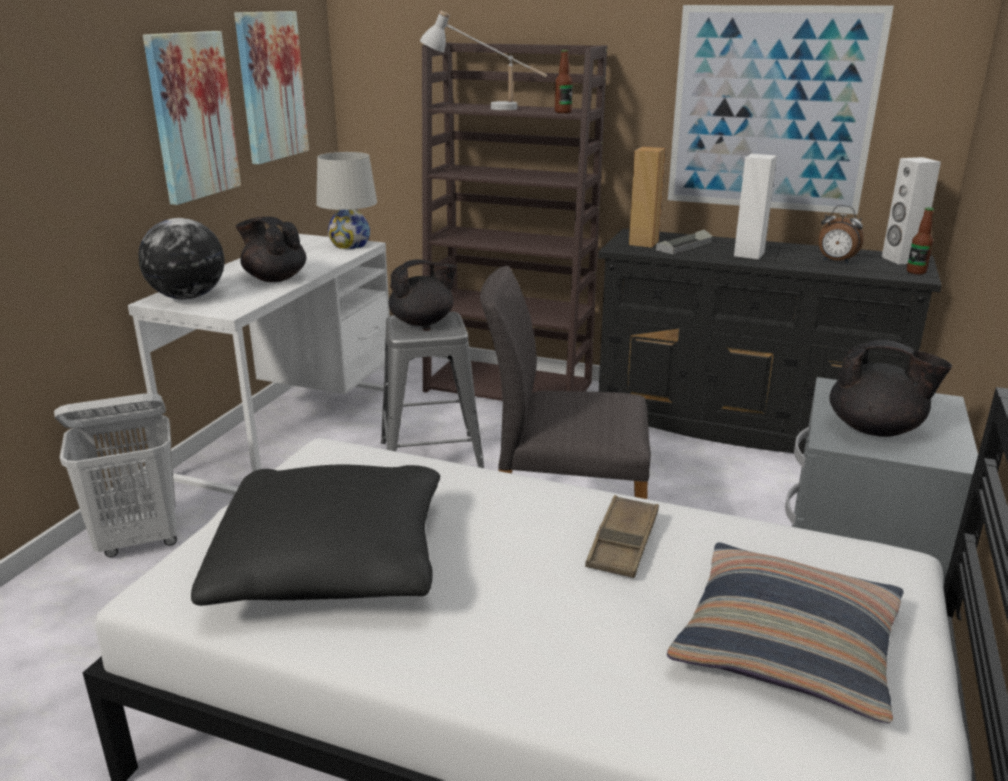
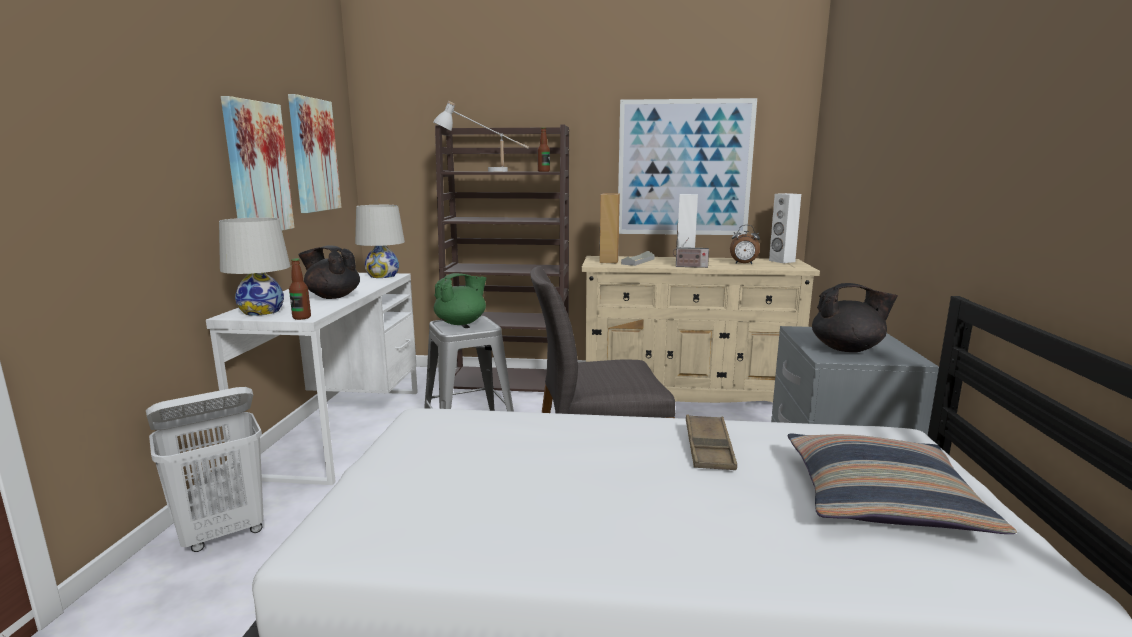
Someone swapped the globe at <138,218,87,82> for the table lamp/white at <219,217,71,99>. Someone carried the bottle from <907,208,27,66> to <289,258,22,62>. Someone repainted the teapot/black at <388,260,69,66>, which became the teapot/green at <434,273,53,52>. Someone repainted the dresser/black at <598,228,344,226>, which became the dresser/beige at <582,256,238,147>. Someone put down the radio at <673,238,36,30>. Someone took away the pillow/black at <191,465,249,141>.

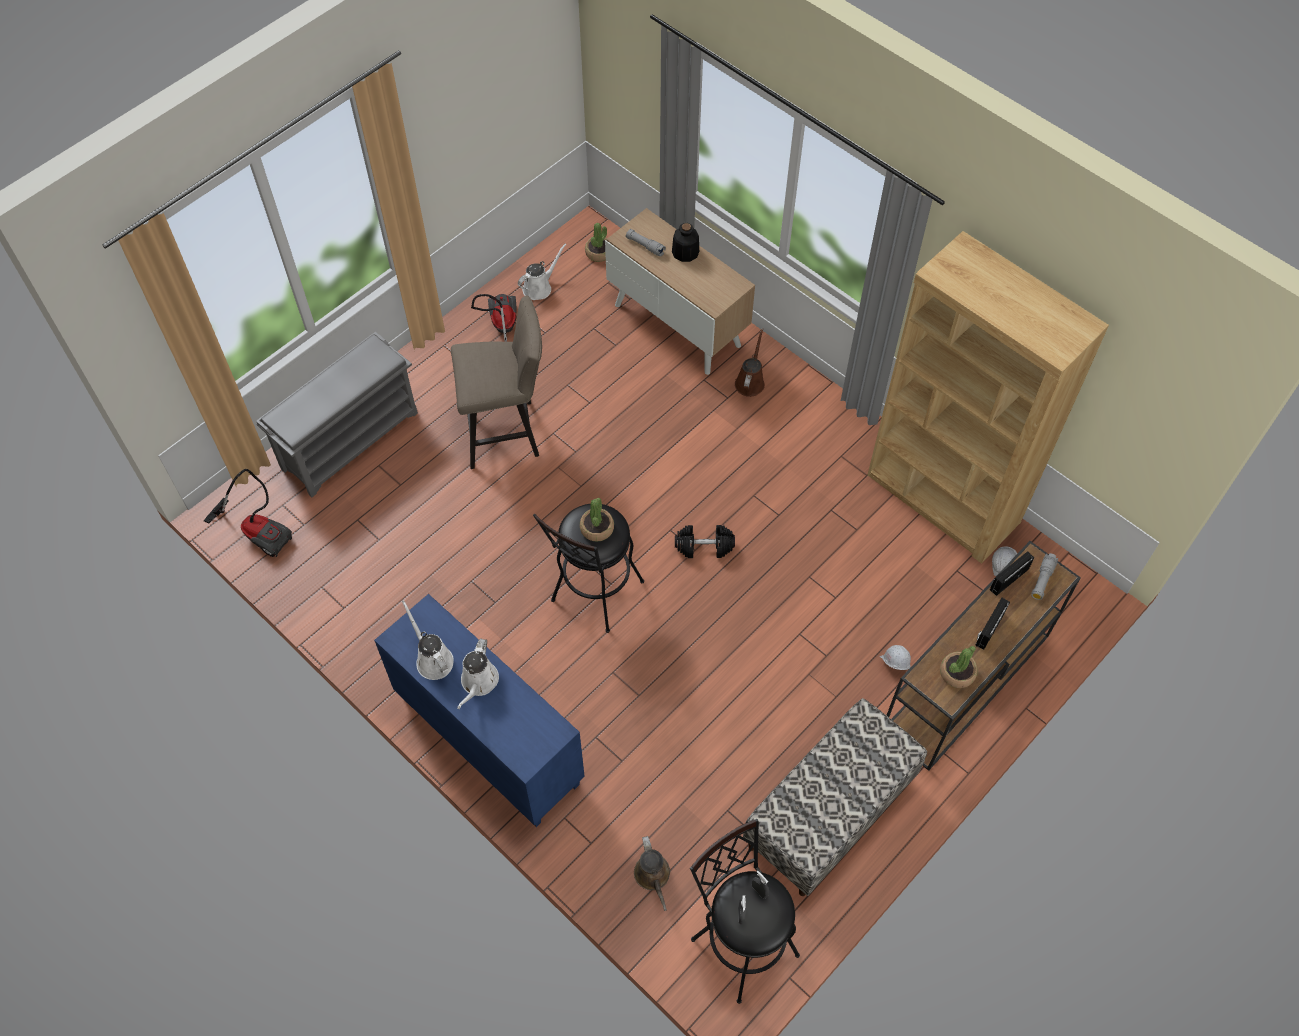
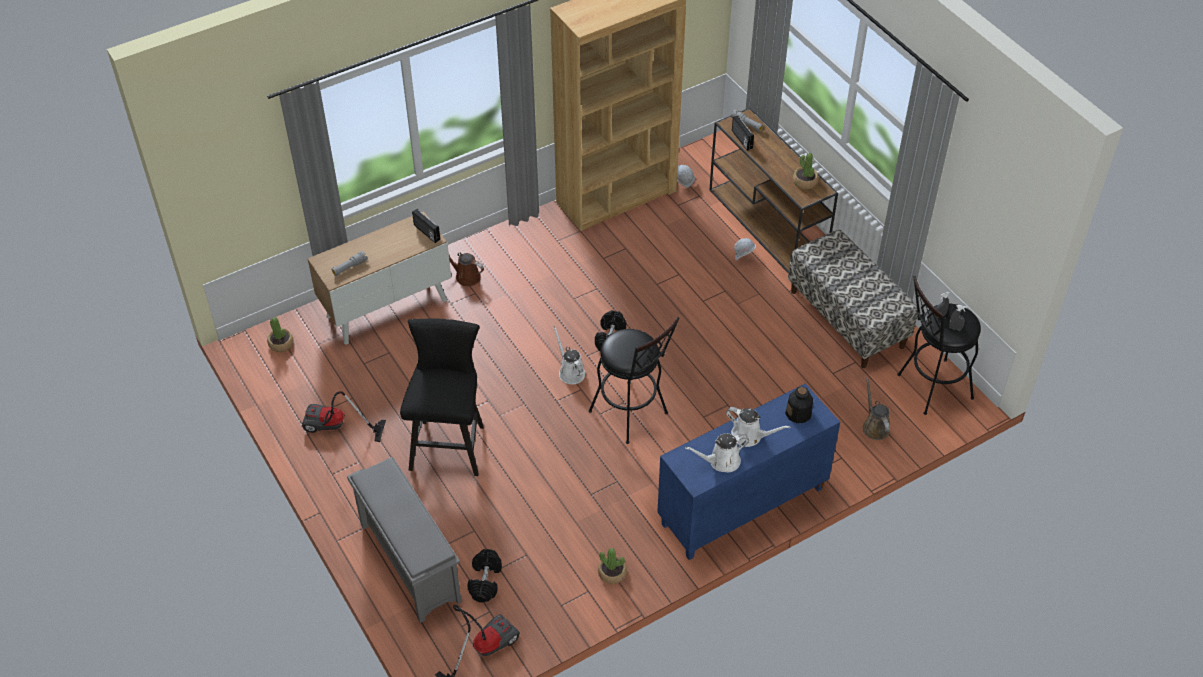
Someone repainted the stool/beige at <451,295,91,174>, which became the stool/black at <400,318,84,158>. Someone carried the radio from <975,598,35,52> to <412,209,28,34>. Someone put down the dumbbell/black at <467,549,35,54>. Someone carried the watering can/white from <518,243,49,57> to <554,326,31,58>. Someone carried the potted plant from <580,498,34,44> to <598,548,29,36>. Someone carried the bottle from <672,223,27,39> to <785,387,28,36>. Someone rotated the watering can/brown at <634,836,36,75> by 105 degrees counterclockwise.

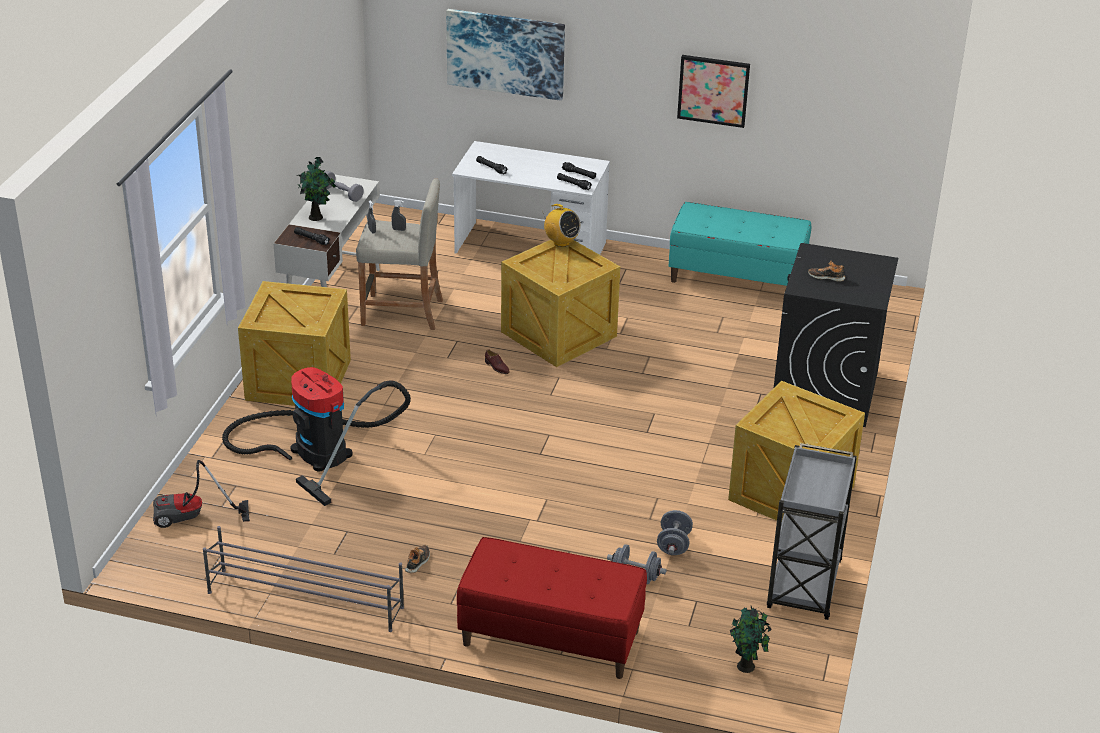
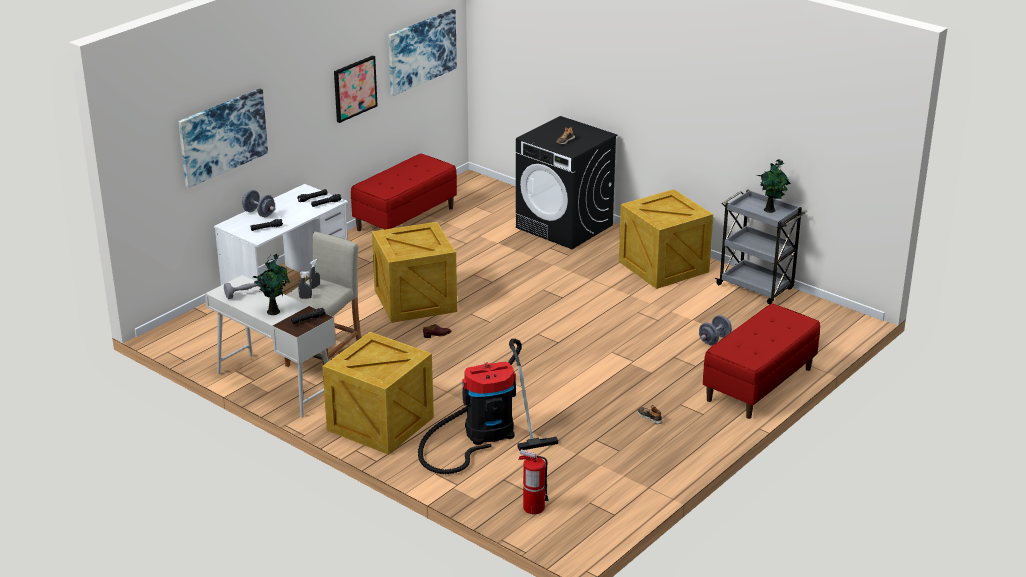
Someone carried the dumbbell/grey from <657,510,36,45> to <242,190,33,27>. Someone repainted the bench/turquoise at <669,202,142,84>, which became the bench/red at <351,154,106,77>. Someone put up the picture at <388,9,69,87>. Someone swapped the vacuum cleaner at <153,460,97,68> for the fire extinguisher at <518,449,31,65>. Someone carried the potted plant from <730,606,41,67> to <756,160,35,53>. Someone took away the shoe rack/grey at <203,526,201,106>. Someone took away the radio at <542,204,39,43>.

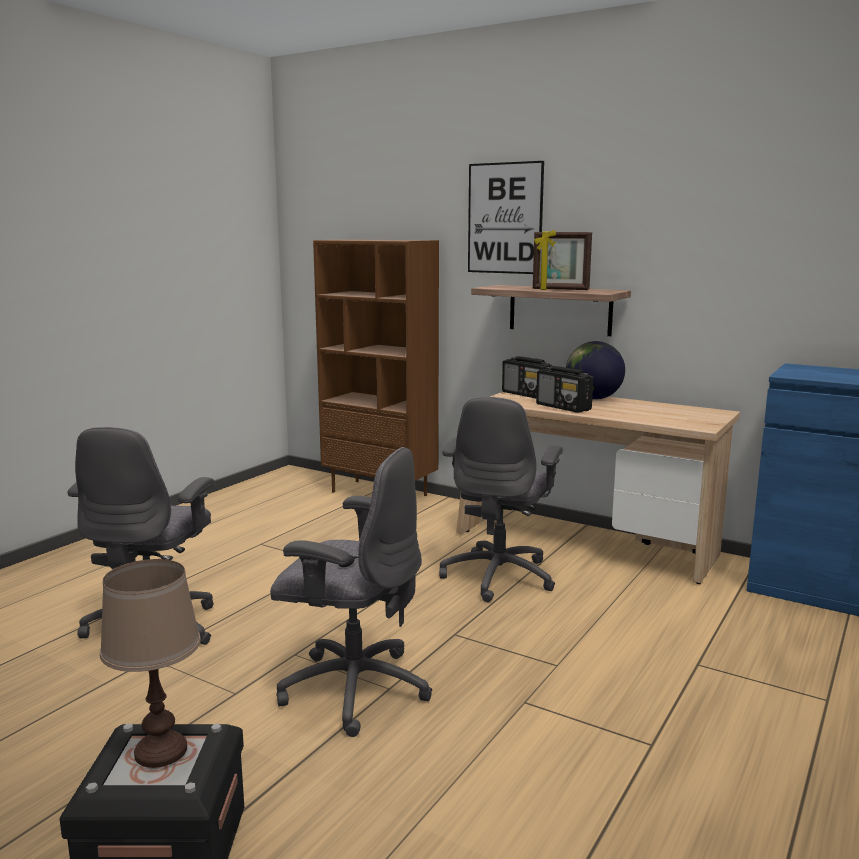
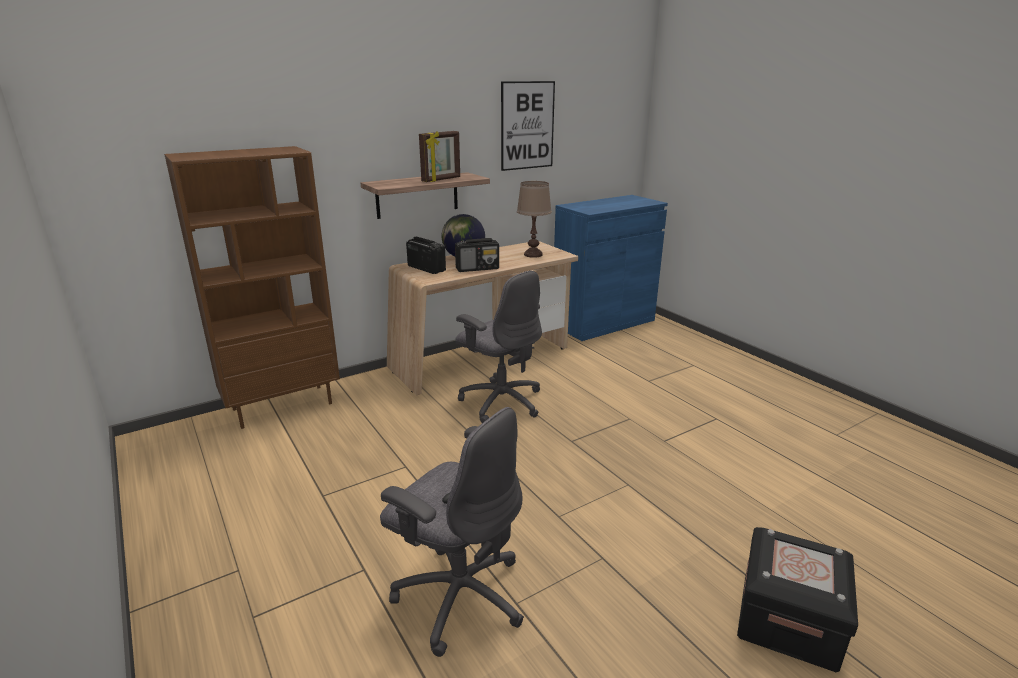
Someone rotated the radio at <502,356,51,42> by 120 degrees counterclockwise. Someone carried the picture from <468,161,76,113> to <501,81,54,90>. Someone carried the table lamp/brown from <100,559,101,209> to <517,181,35,77>. Someone took away the office chair/grey at <270,447,162,290>.

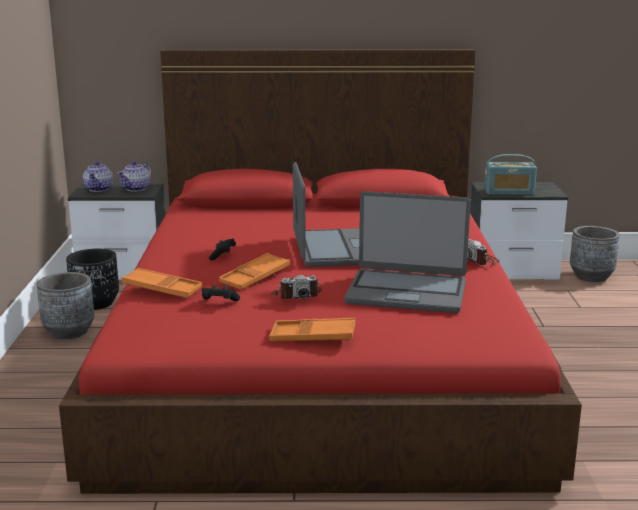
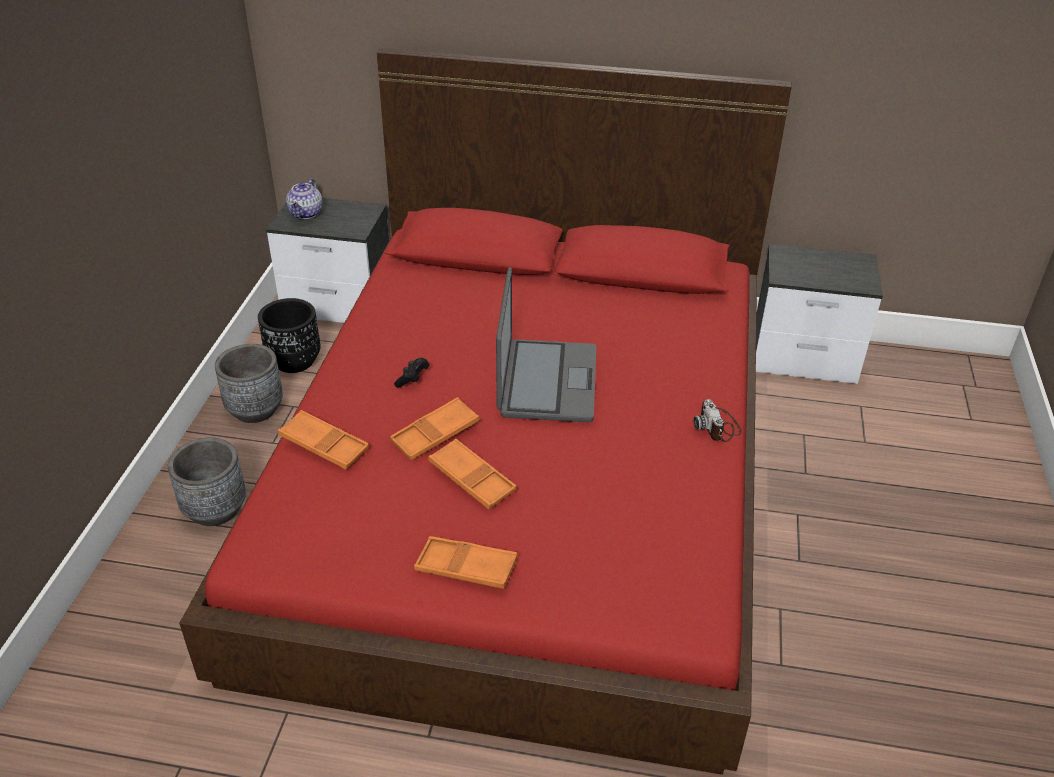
Someone carried the planter/grey from <570,226,50,56> to <168,437,78,89>. Someone swapped the photo camera at <271,275,51,24> for the tray/orange at <428,439,89,71>. Someone took away the teapot at <117,161,35,31>. Someone took away the game controller/black at <202,285,38,16>. Someone took away the laptop at <344,191,127,122>. Someone took away the radio at <485,154,52,41>.

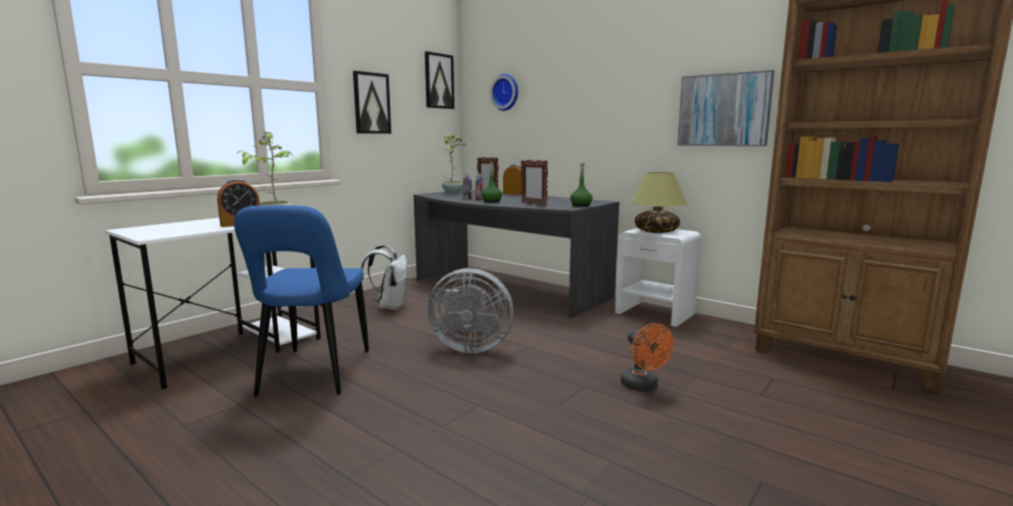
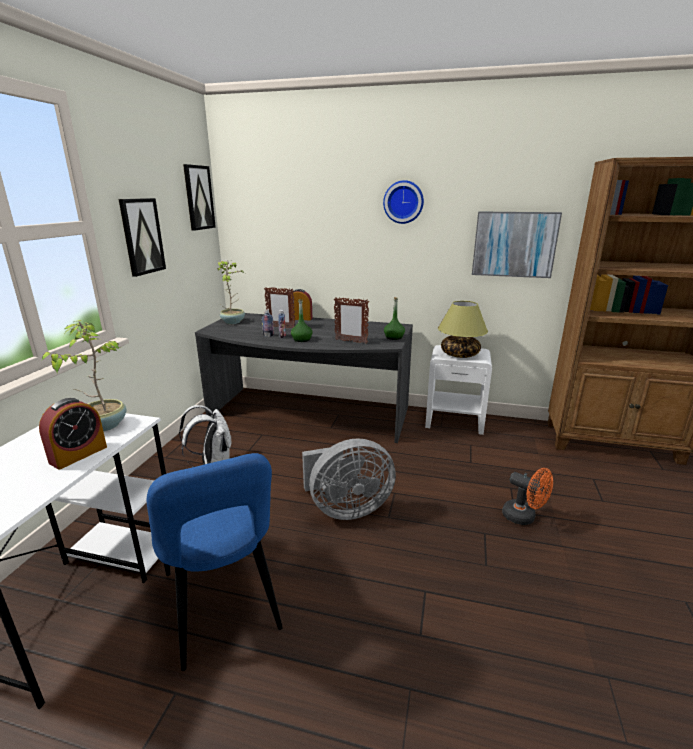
Someone carried the wall clock from <490,74,28,37> to <383,180,41,44>.

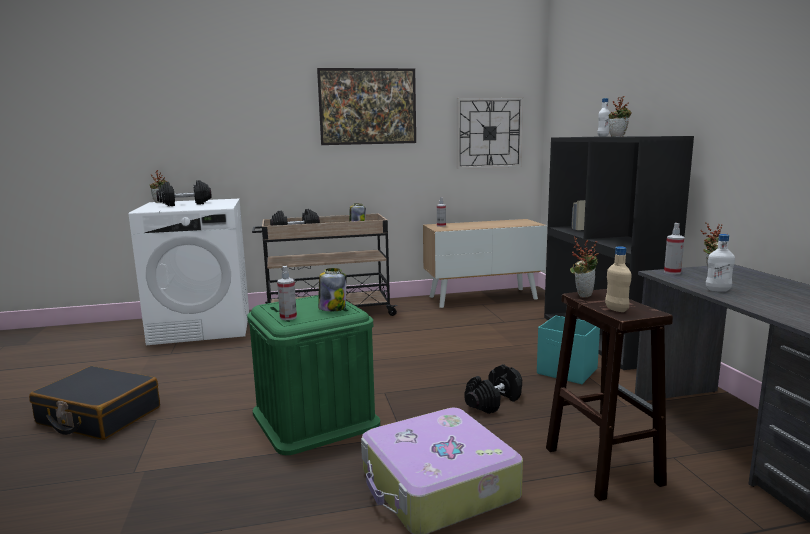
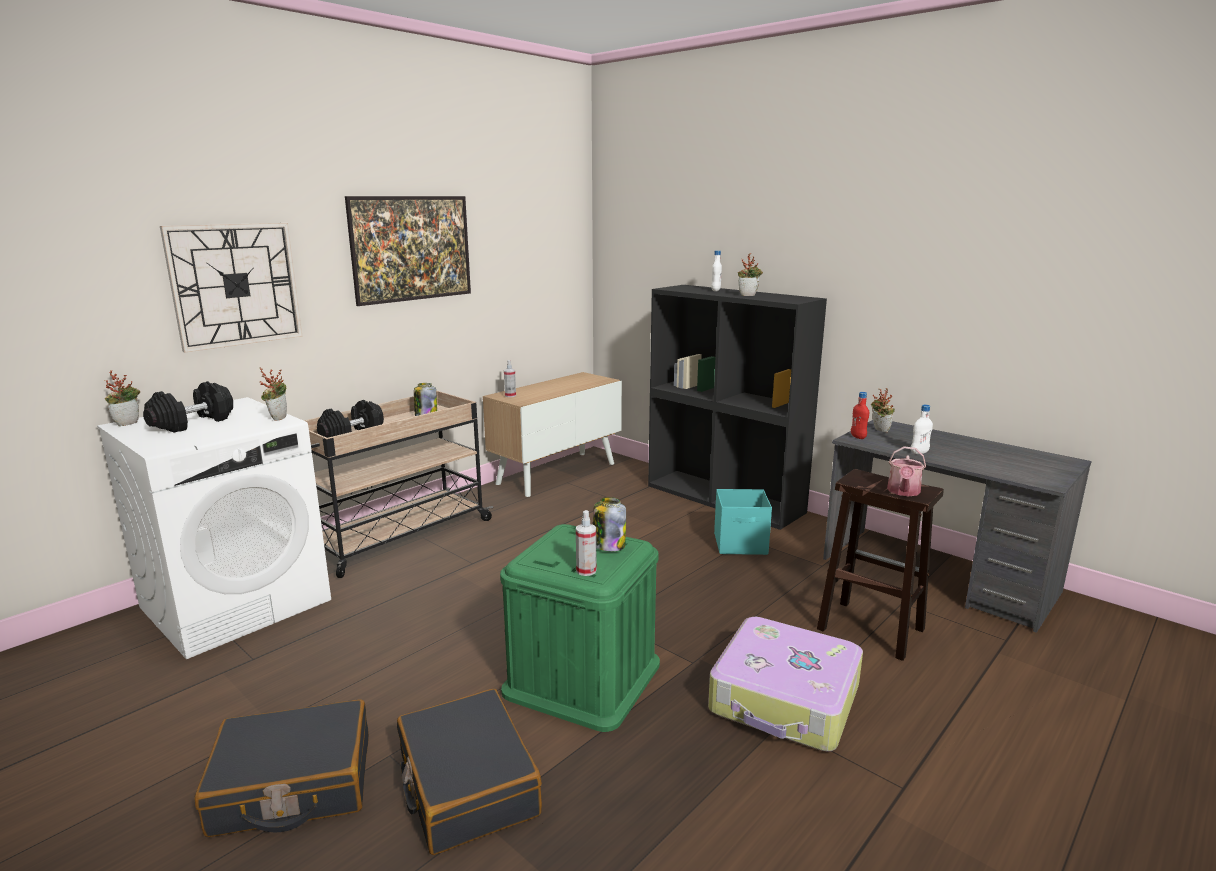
Someone carried the wall clock from <457,98,66,71> to <160,223,142,130>. Someone carried the potted plant from <570,237,29,61> to <259,367,28,54>. Someone put down the suitcase/black at <397,689,145,166>. Someone swapped the spray bottle at <664,223,21,51> for the bottle/red at <851,392,18,47>. Someone swapped the bottle/beige at <605,246,26,66> for the watering can at <887,446,39,50>. Someone took away the dumbbell/black at <465,364,57,50>.

